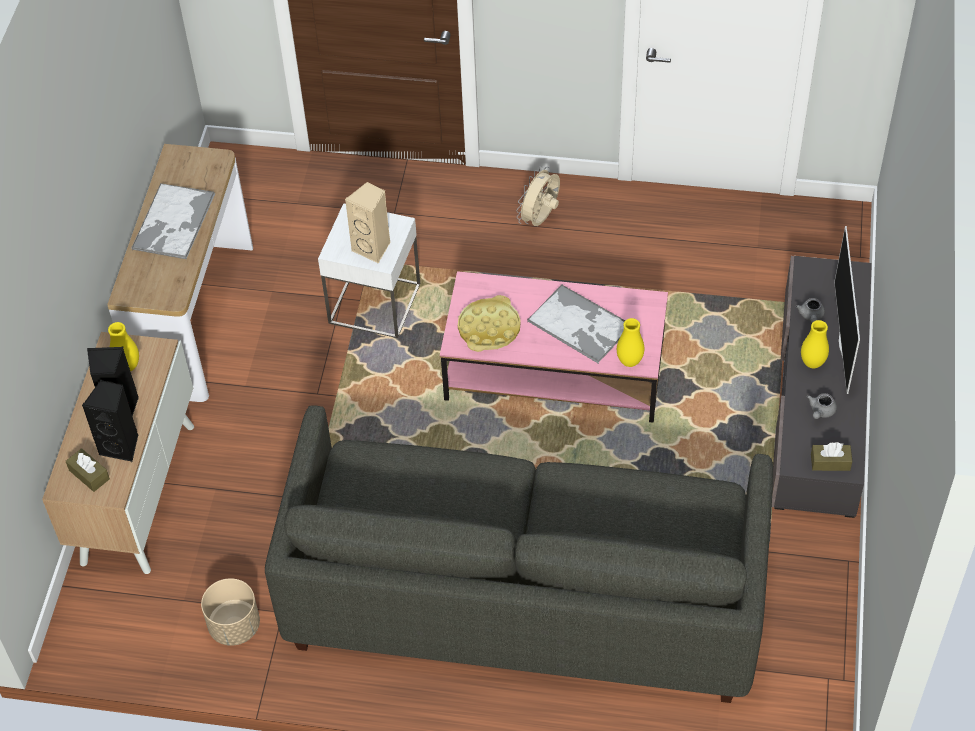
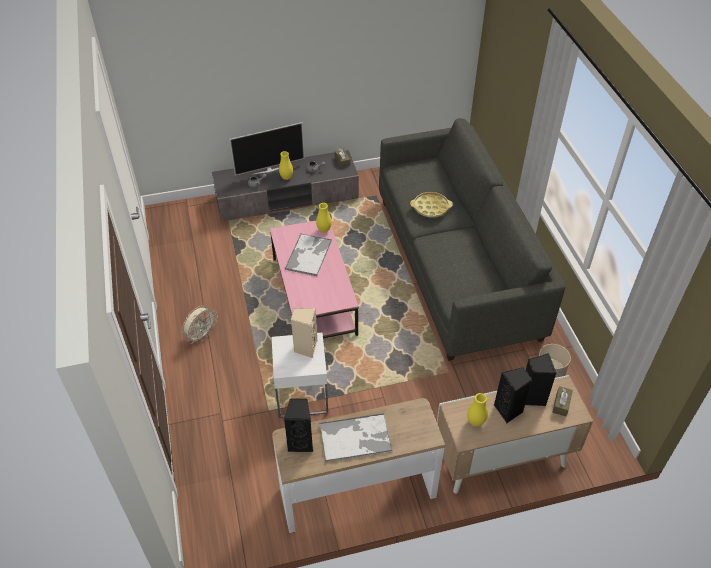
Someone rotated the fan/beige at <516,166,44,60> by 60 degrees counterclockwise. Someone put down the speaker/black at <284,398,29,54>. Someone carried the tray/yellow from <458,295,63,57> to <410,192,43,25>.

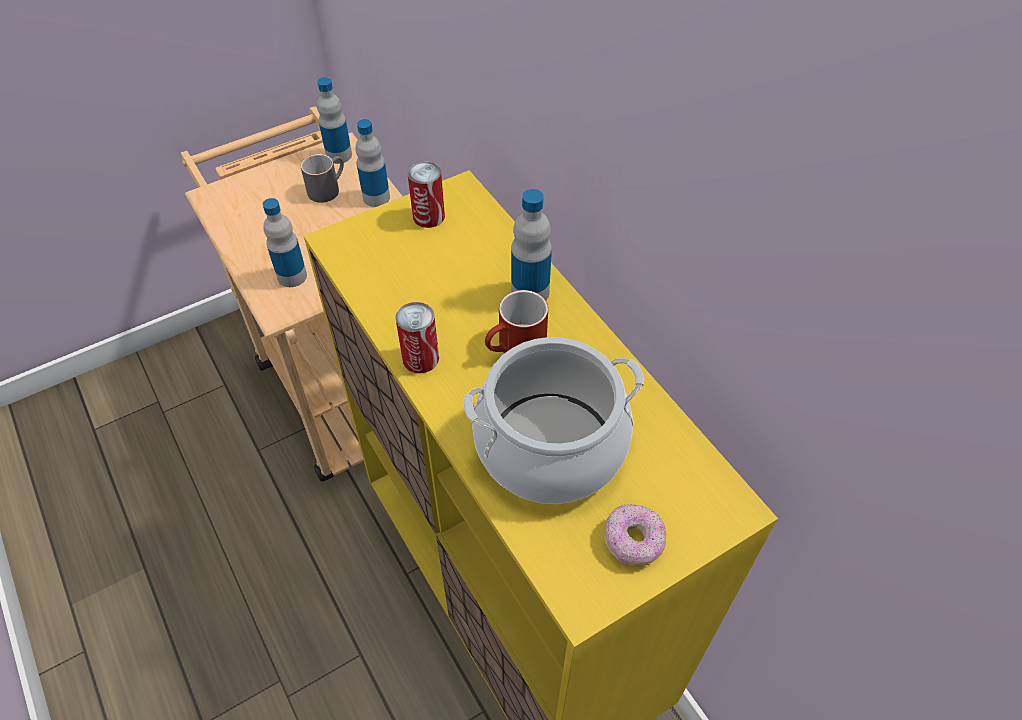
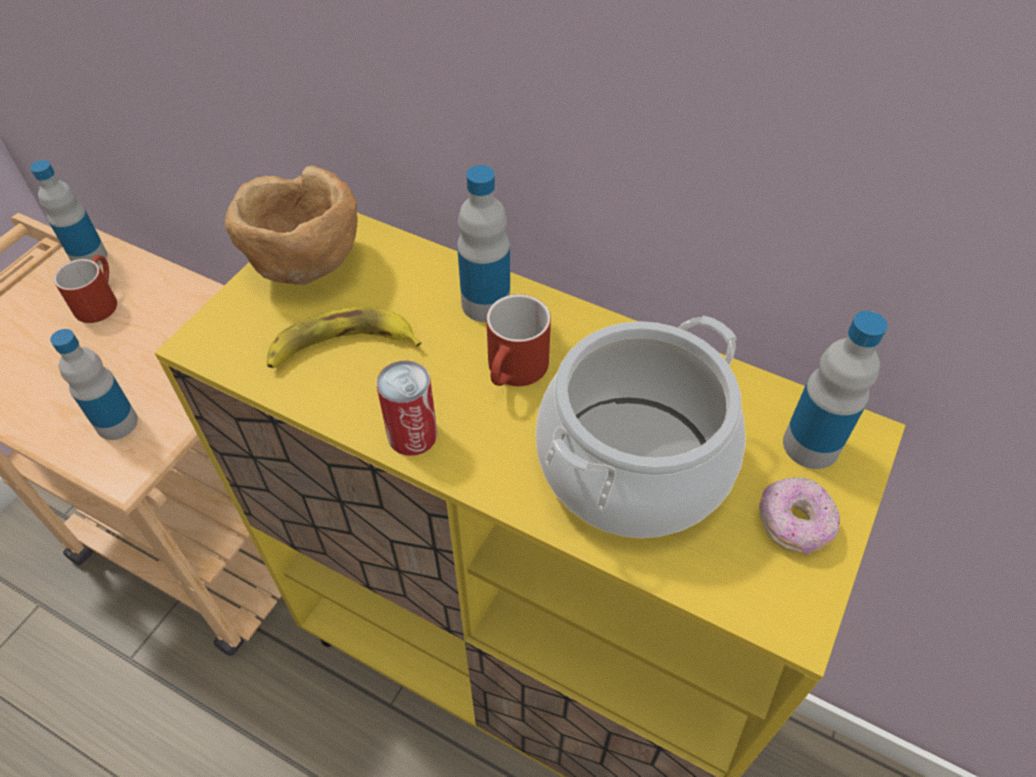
Someone repainted the mug/grey at <301,154,43,49>, which became the mug/red at <54,255,63,68>. Someone swapped the can at <408,162,37,66> for the bowl/brown at <225,166,133,119>. Someone put down the banana at <267,306,155,62>. Someone carried the bottle from <355,119,35,88> to <783,311,105,158>.

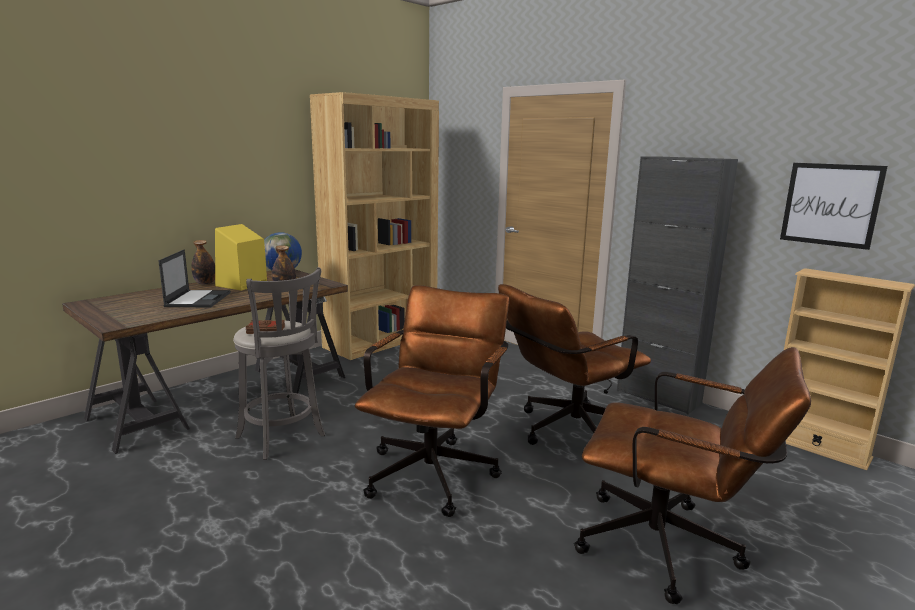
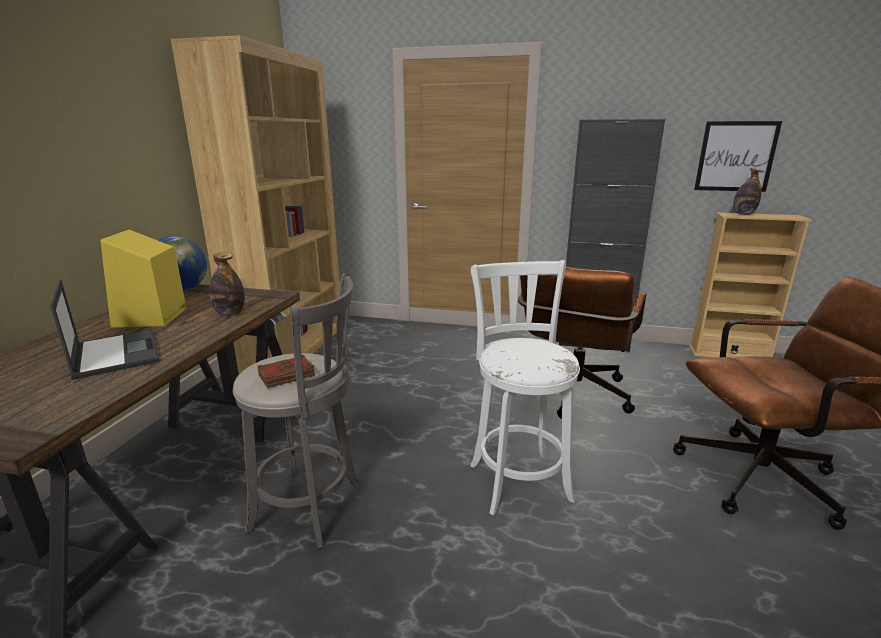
Someone swapped the office chair/brown at <355,285,154,232> for the stool/white at <470,260,110,255>. Someone carried the bottle from <191,240,24,45> to <733,168,31,47>.

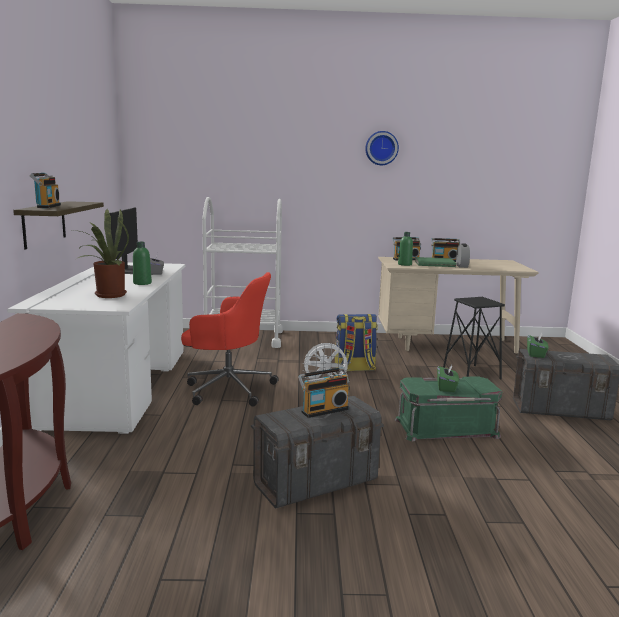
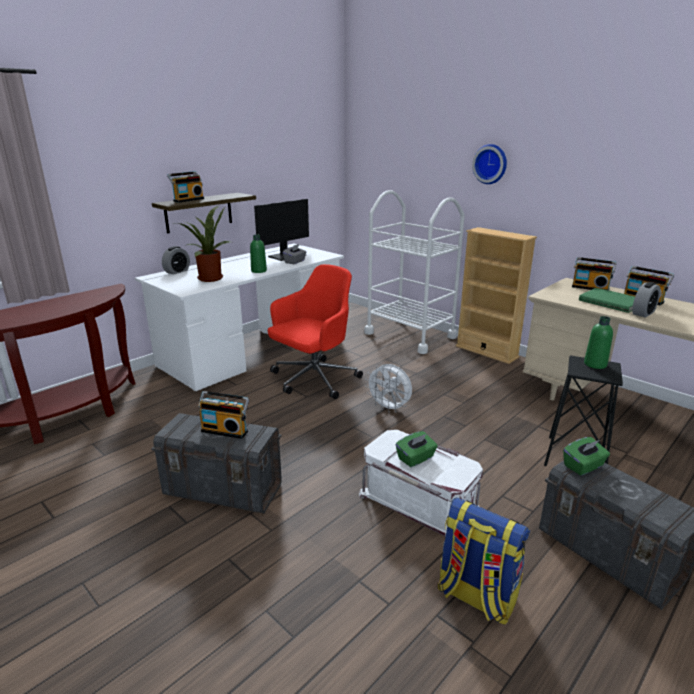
Someone put down the alarm clock at <162,246,28,28>. Someone rotated the office chair/red at <181,272,97,135> by 105 degrees counterclockwise. Someone repainted the storage box/green at <395,376,107,65>, which became the storage box/white at <359,430,124,107>. Someone carried the backpack from <335,314,43,57> to <438,497,92,128>. Someone put down the bookcase/beige at <456,227,81,137>. Someone carried the wall clock from <365,131,34,34> to <472,144,35,40>. Someone carried the bottle/green from <398,232,15,34> to <584,316,29,53>.

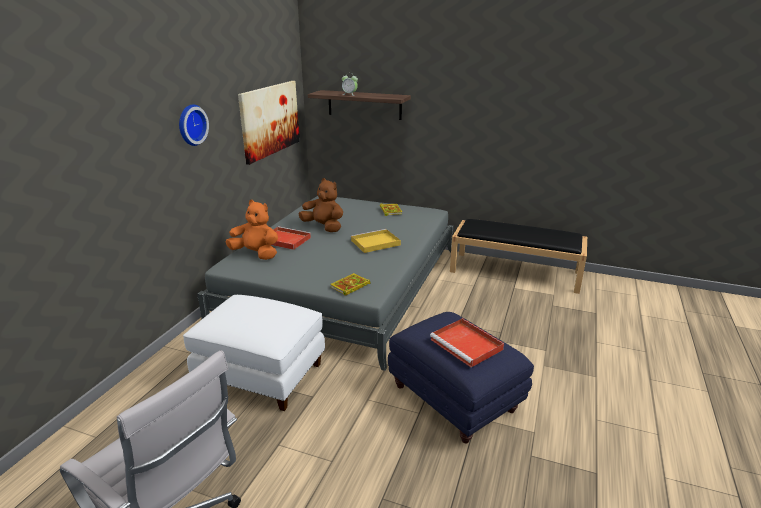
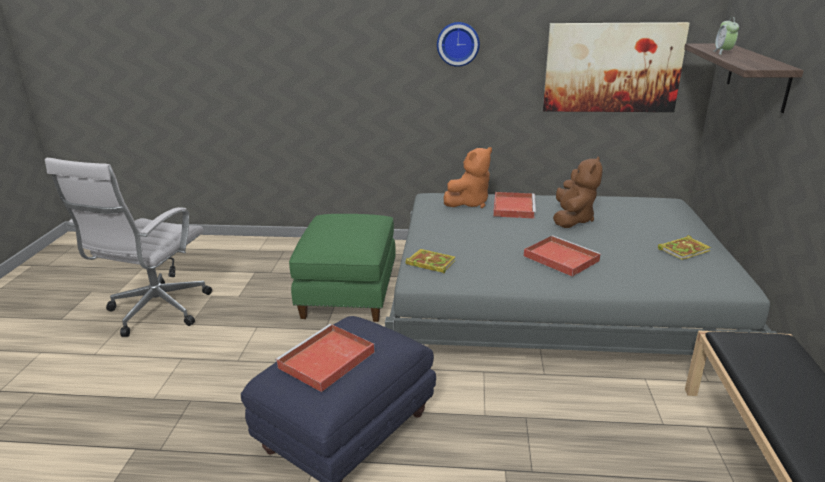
Someone repainted the ottoman/white at <183,295,142,116>, which became the ottoman/green at <289,214,107,108>. Someone rotated the plush toy/orange at <225,200,53,60> by 45 degrees clockwise. Someone repainted the tray/yellow at <351,229,50,24>, which became the tray/red at <524,235,77,42>.

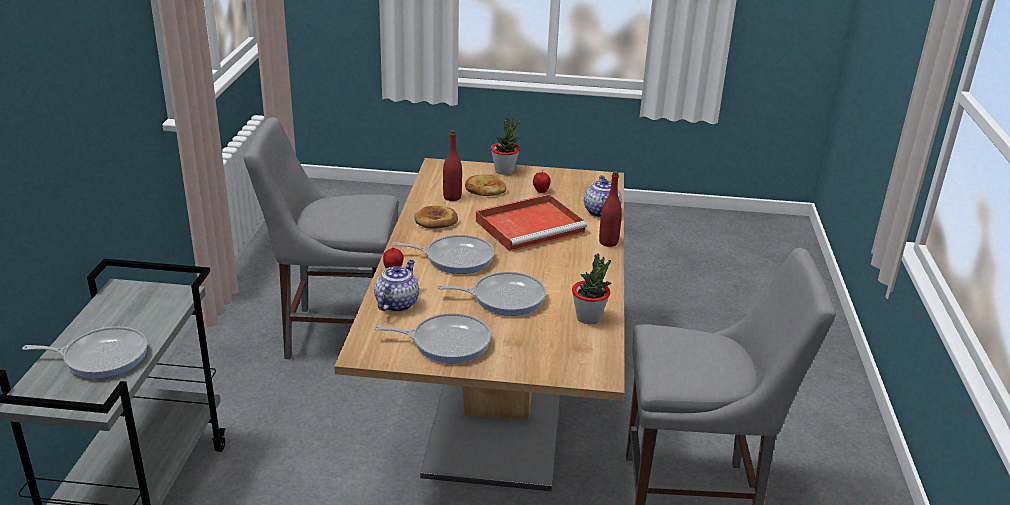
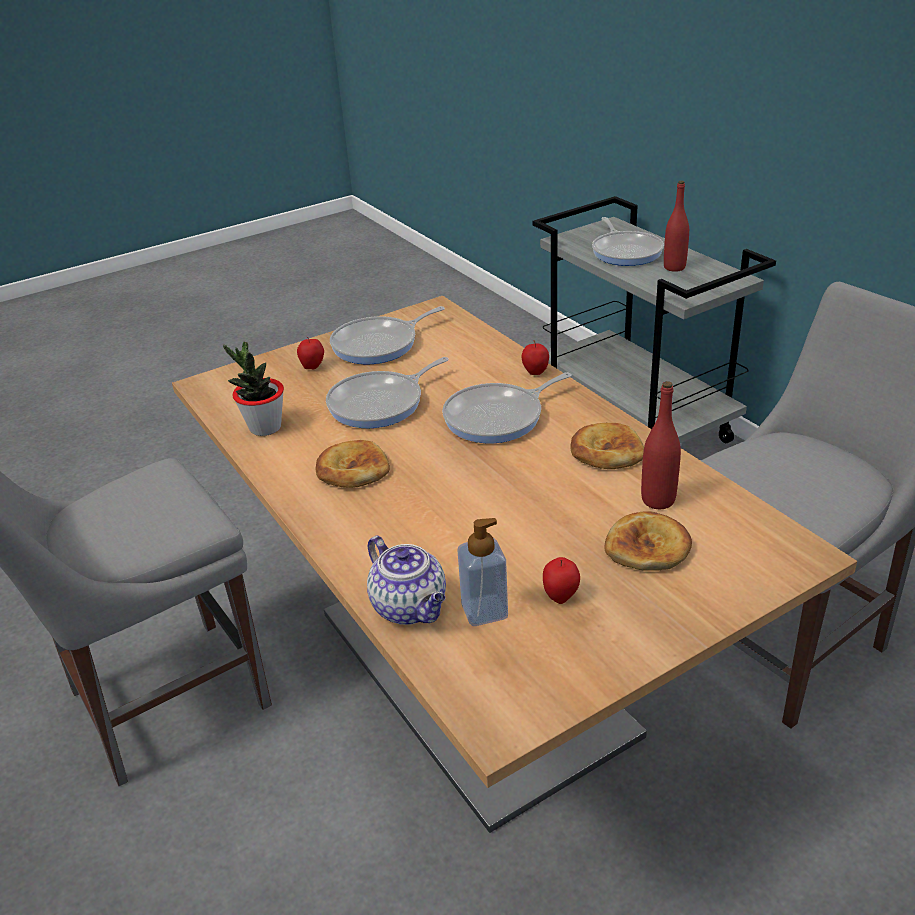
Someone put down the apple at <297,336,27,33>. Someone put down the bread at <315,440,75,48>. Someone put down the soap dispenser at <458,518,50,108>. Someone rotated the frying pan at <22,327,125,51> by 60 degrees counterclockwise. Someone carried the bottle/red from <599,171,23,76> to <664,181,25,91>. Someone took away the teapot at <374,260,45,52>. Someone took away the tray/red at <476,194,111,58>. Someone took away the potted plant at <491,118,30,57>.

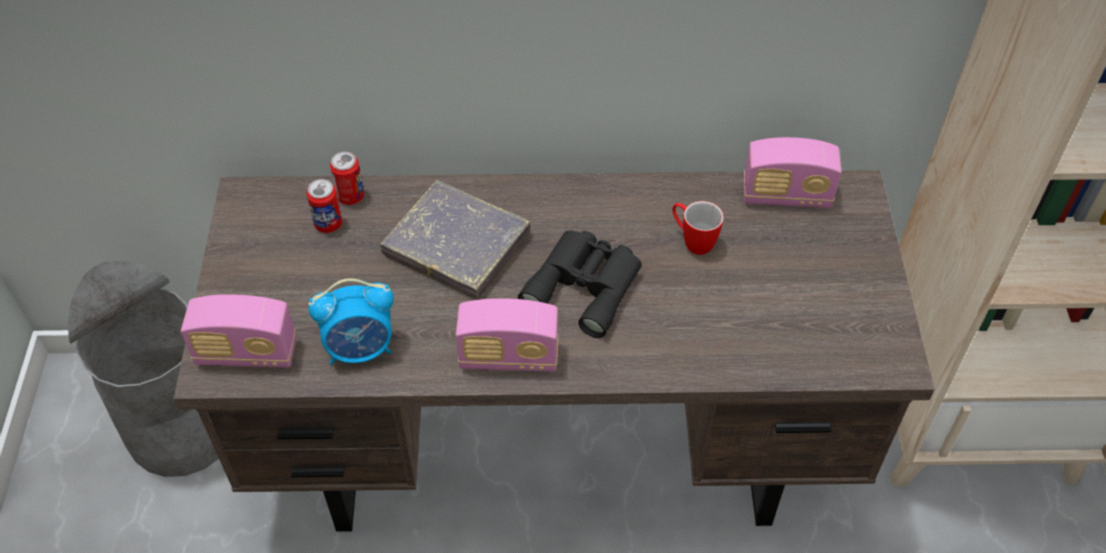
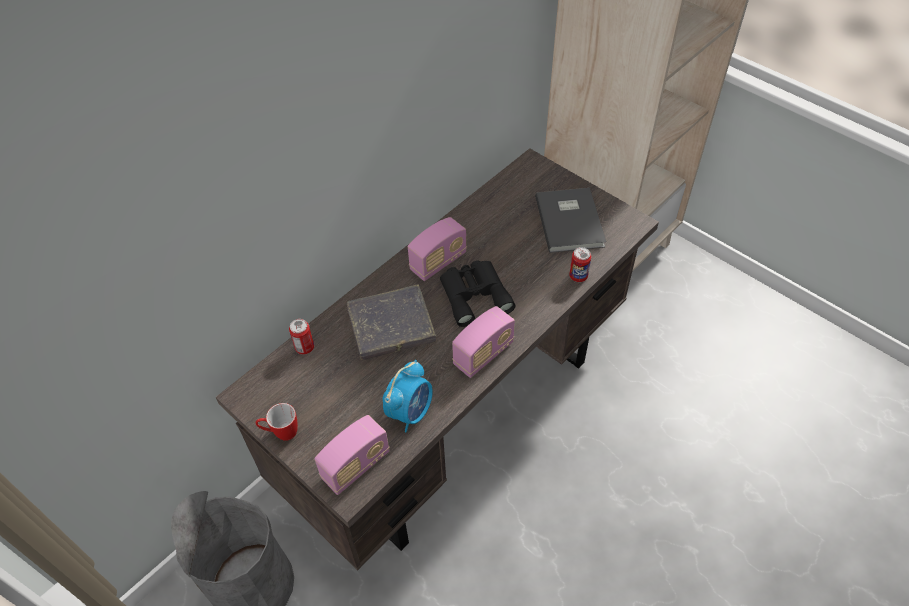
Someone carried the mug from <672,201,52,54> to <256,403,42,38>. Someone carried the radio from <743,137,98,71> to <408,217,59,64>. Someone put down the book/grey at <535,188,71,65>. Someone carried the can from <307,179,35,54> to <569,247,22,35>.

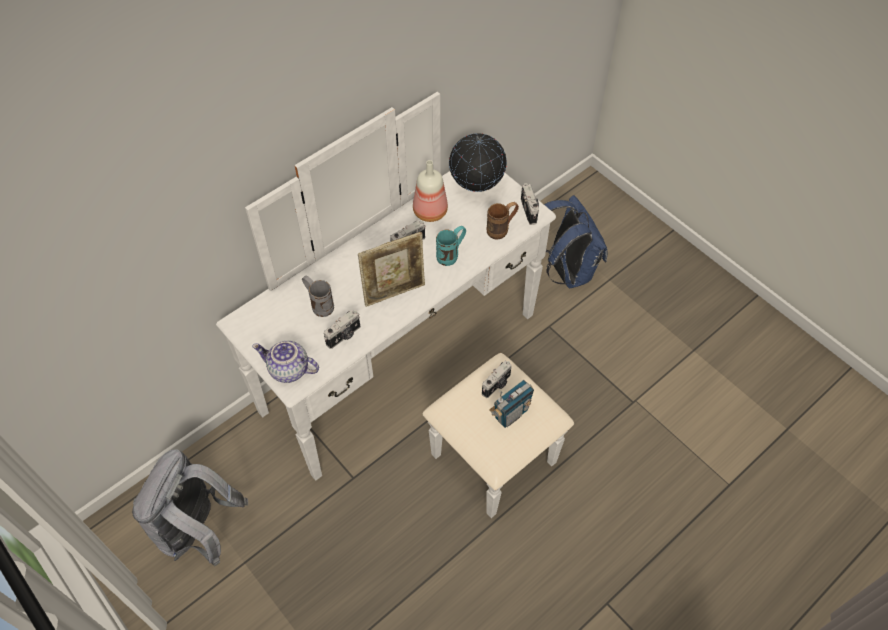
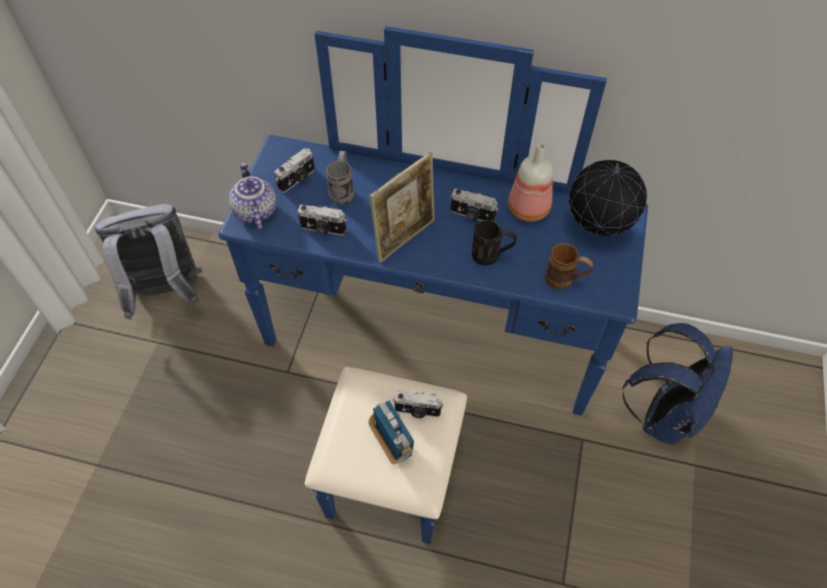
Someone repainted the dresser/white at <216,92,358,426>, which became the dresser/blue at <219,26,429,518>. Someone carried the photo camera from <521,183,18,42> to <274,148,41,45>. Someone rotated the radio at <489,380,45,48> by 135 degrees counterclockwise. Someone rotated the picture frame at <358,232,67,75> by 75 degrees counterclockwise. Someone repainted the mug/turquoise at <436,226,30,40>, which became the mug/black at <472,220,45,46>.

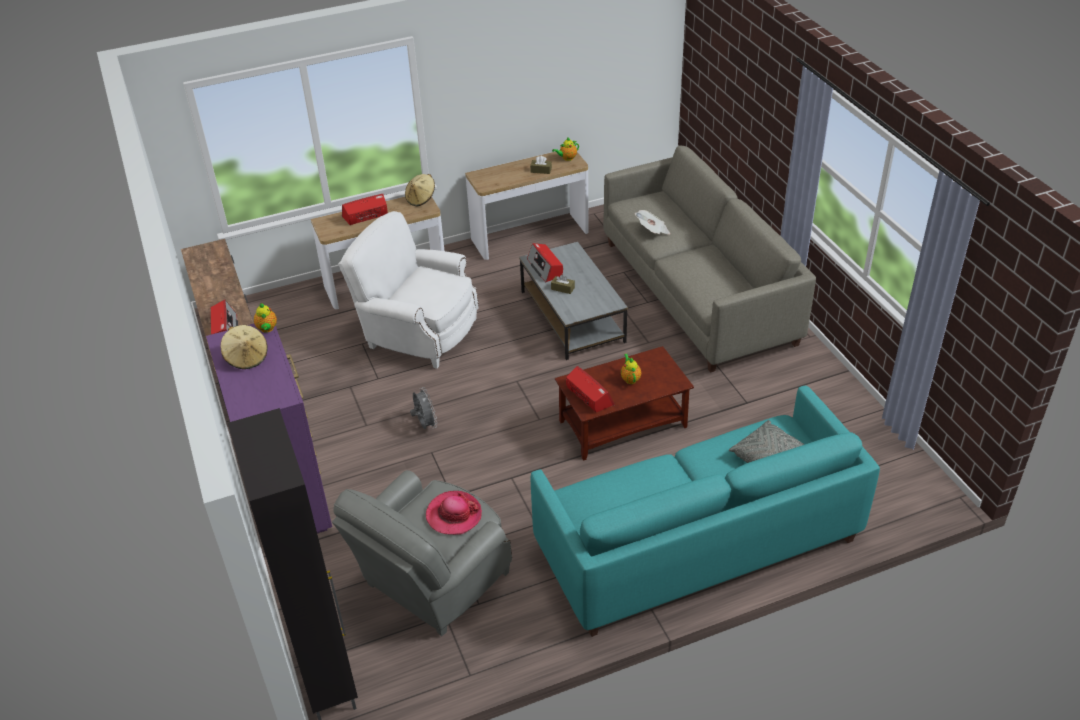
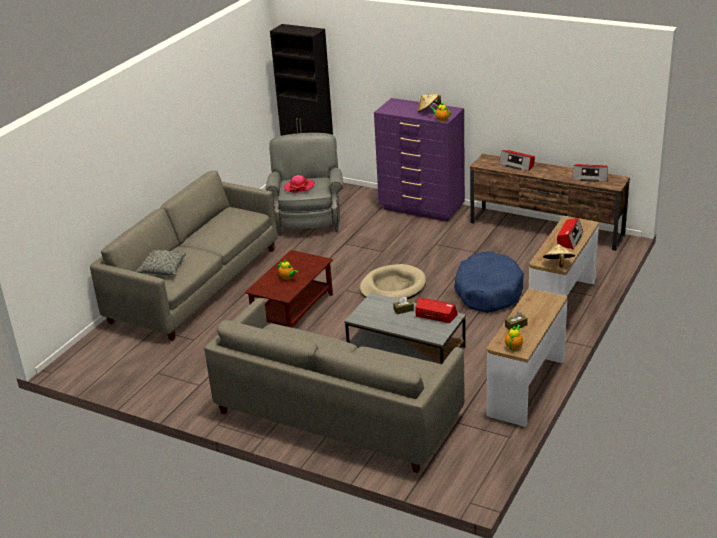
Someone repainted the sofa/turquoise at <531,386,349,251>, which became the sofa/grey at <90,170,187,171>. Someone put down the dog bed/beige at <360,264,66,35>. Someone swapped the armchair/white at <338,211,141,158> for the dog bed/blue at <454,251,70,62>. Someone carried the radio from <566,366,49,46> to <572,164,36,18>. Someone took away the fan/grey at <410,387,27,42>. Someone took away the newspaper at <635,210,36,25>.

